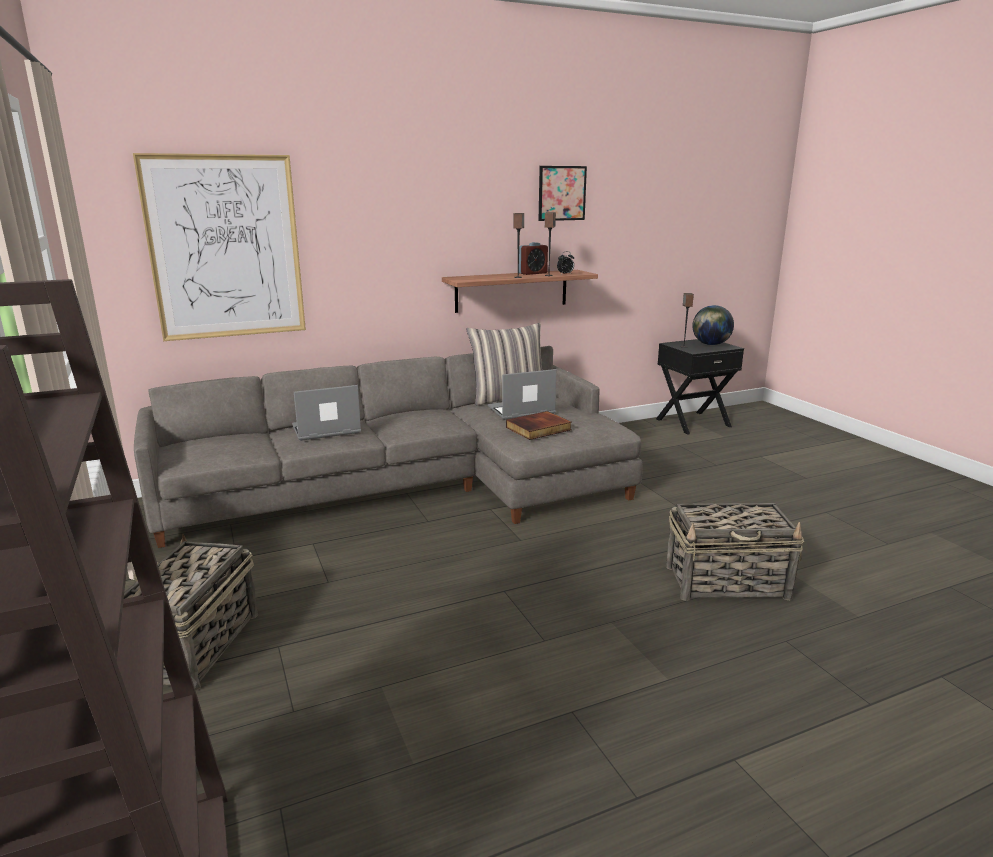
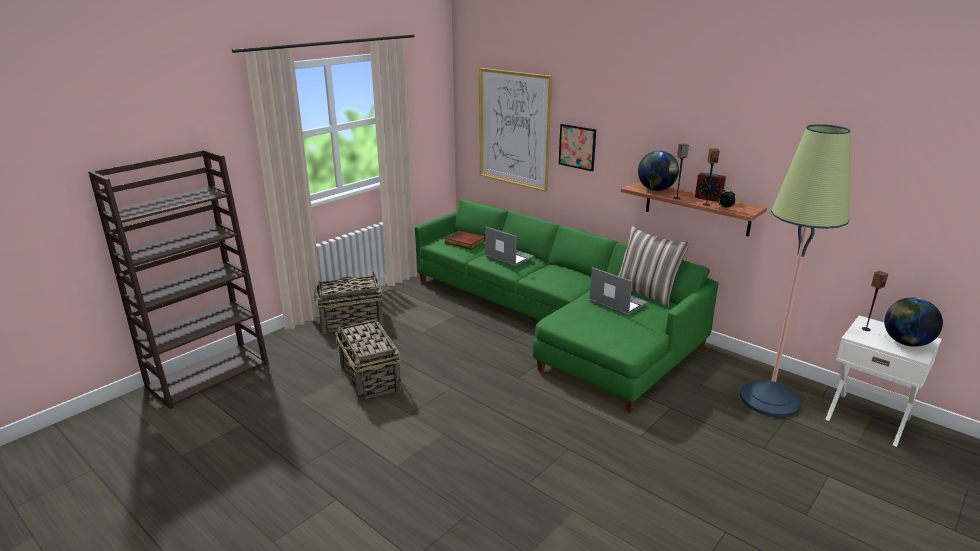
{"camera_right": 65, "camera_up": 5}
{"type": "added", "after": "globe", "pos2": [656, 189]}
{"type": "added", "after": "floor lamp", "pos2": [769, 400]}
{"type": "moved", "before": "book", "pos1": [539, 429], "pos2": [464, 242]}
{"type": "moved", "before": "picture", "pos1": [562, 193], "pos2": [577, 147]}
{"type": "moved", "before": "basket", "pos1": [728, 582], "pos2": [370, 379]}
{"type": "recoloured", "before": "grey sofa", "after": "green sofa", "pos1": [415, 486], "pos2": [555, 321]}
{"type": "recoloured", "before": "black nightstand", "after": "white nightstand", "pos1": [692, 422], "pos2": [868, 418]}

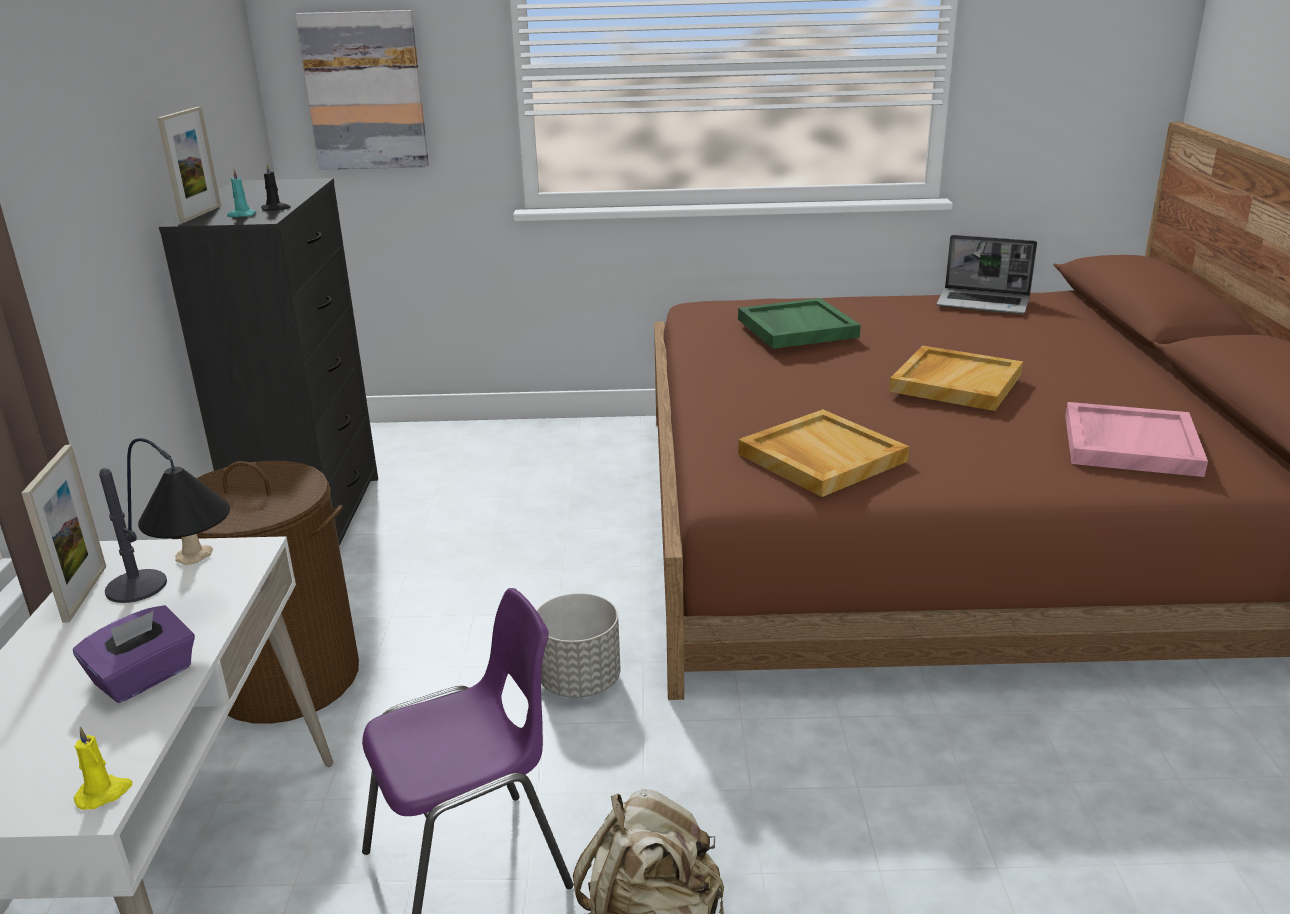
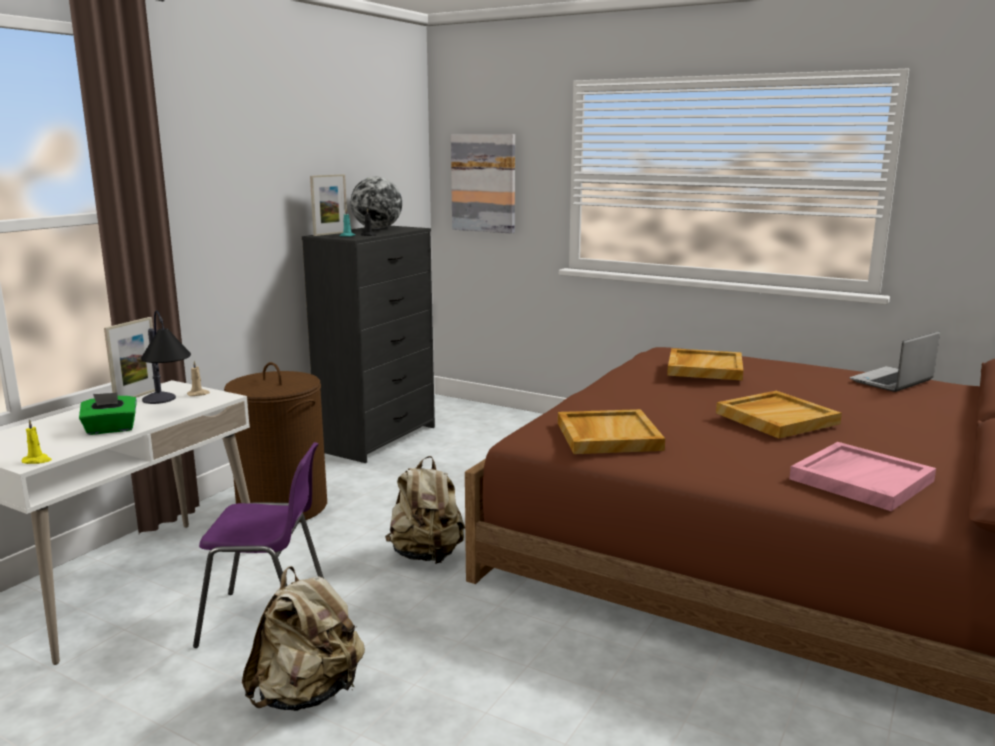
{"camera_right": 30, "camera_up": -10}
{"type": "added", "after": "globe", "pos2": [377, 229]}
{"type": "replaced", "before": "grey planter", "after": "beige backpack", "pos1": [580, 681], "pos2": [427, 555]}
{"type": "recoloured", "before": "purple tissue box", "after": "green tissue box", "pos1": [145, 678], "pos2": [111, 429]}
{"type": "recoloured", "before": "green tray", "after": "beige tray", "pos1": [796, 328], "pos2": [704, 368]}
{"type": "turned", "before": "laptop", "pos1": [984, 303], "pos2": [891, 381], "turn": 90}

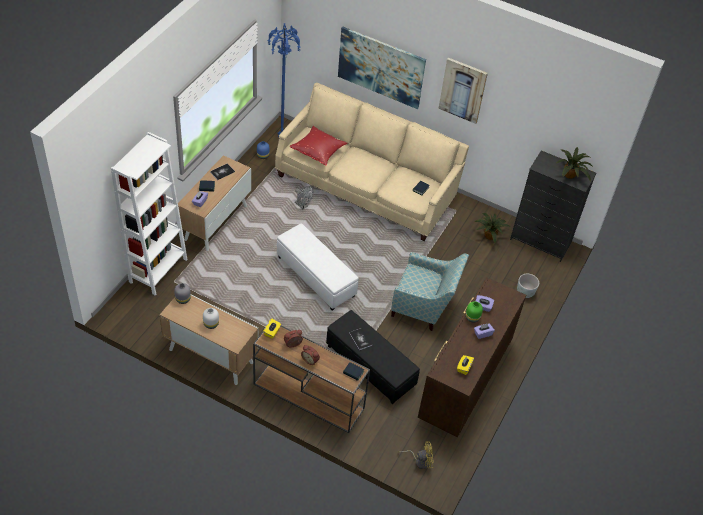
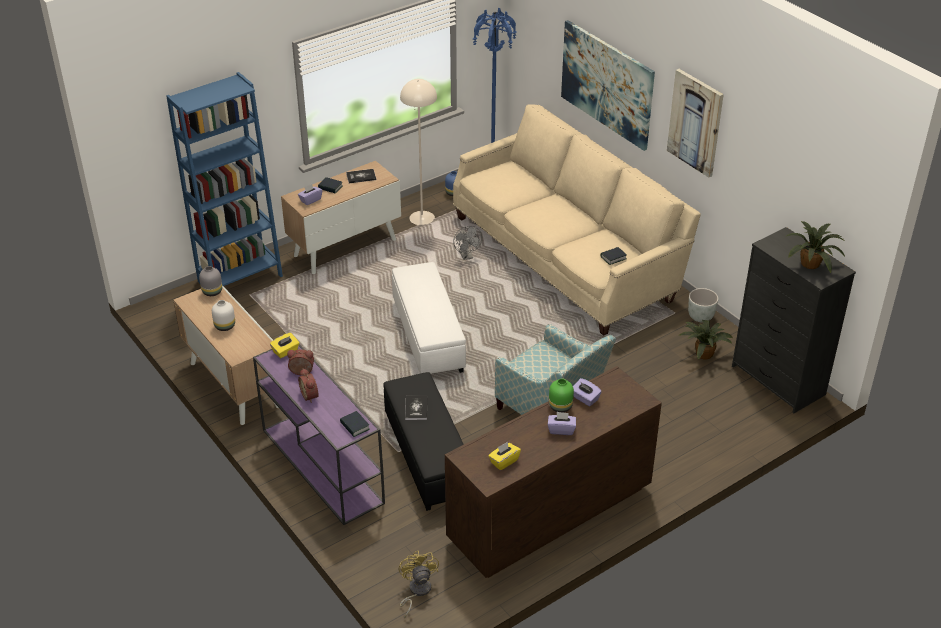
{"camera_right": 30, "camera_up": -10}
{"type": "removed", "before": "red pillow", "pos1": [318, 151]}
{"type": "added", "after": "beige floor lamp", "pos2": [422, 218]}
{"type": "moved", "before": "grey planter", "pos1": [525, 293], "pos2": [701, 317]}
{"type": "recoloured", "before": "white bookcase", "after": "blue bookcase", "pos1": [158, 270], "pos2": [240, 278]}
{"type": "recoloured", "before": "brown console table", "after": "purple console table", "pos1": [307, 396], "pos2": [321, 465]}
{"type": "turned", "before": "yellow fan", "pos1": [420, 461], "pos2": [416, 591], "turn": -120}

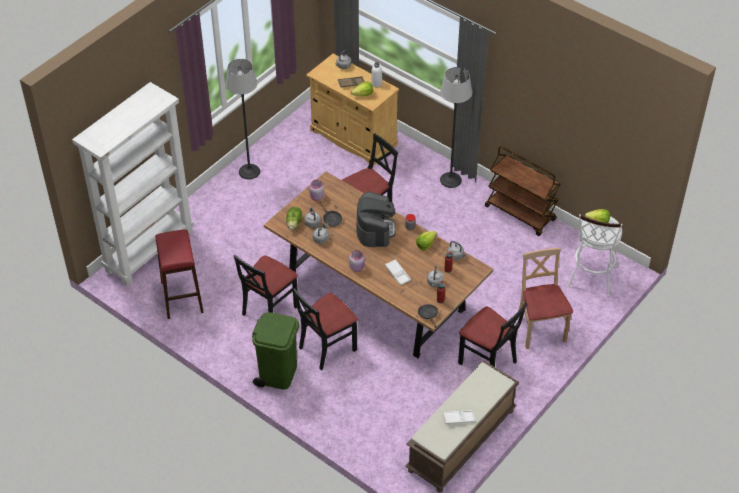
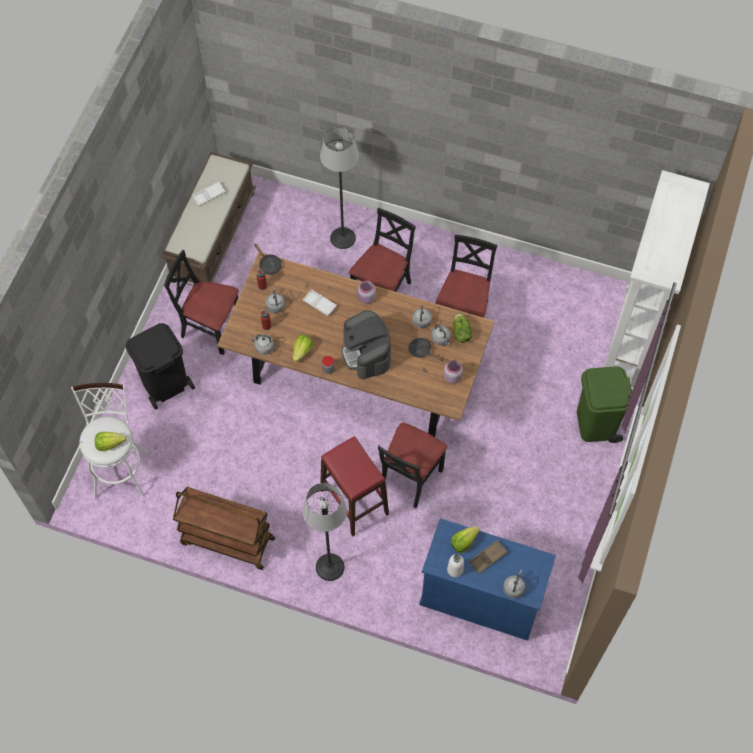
{"camera_right": 160, "camera_up": 15}
{"type": "moved", "before": "red stool", "pos1": [181, 297], "pos2": [354, 502]}
{"type": "moved", "before": "floor lamp", "pos1": [249, 171], "pos2": [343, 238]}
{"type": "moved", "before": "green trash can", "pos1": [278, 373], "pos2": [596, 424]}
{"type": "replaced", "before": "beige chair", "after": "black trash can", "pos1": [540, 329], "pos2": [165, 384]}
{"type": "recoloured", "before": "beige cabinet", "after": "blue cabinet", "pos1": [353, 137], "pos2": [481, 597]}

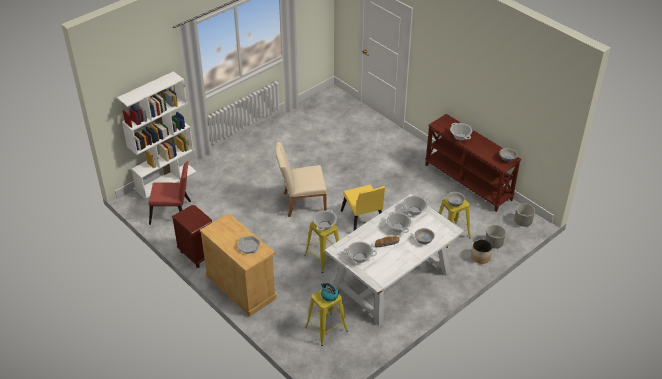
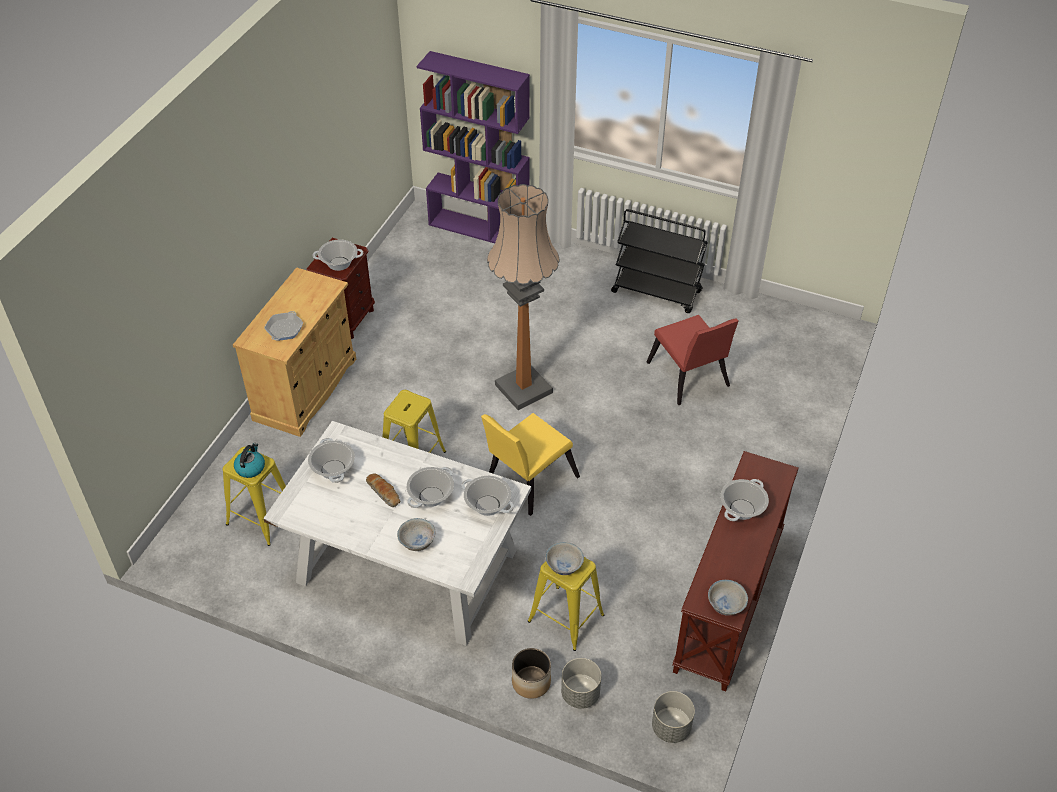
{"camera_right": 65, "camera_up": 5}
{"type": "added", "after": "black cart", "pos2": [657, 292]}
{"type": "moved", "before": "red chair", "pos1": [173, 213], "pos2": [689, 378]}
{"type": "moved", "before": "cooking pot", "pos1": [324, 225], "pos2": [339, 263]}
{"type": "replaced", "before": "beige chair", "after": "floor lamp", "pos1": [301, 203], "pos2": [523, 388]}
{"type": "recoloured", "before": "white bookcase", "after": "purple bookcase", "pos1": [166, 180], "pos2": [479, 229]}

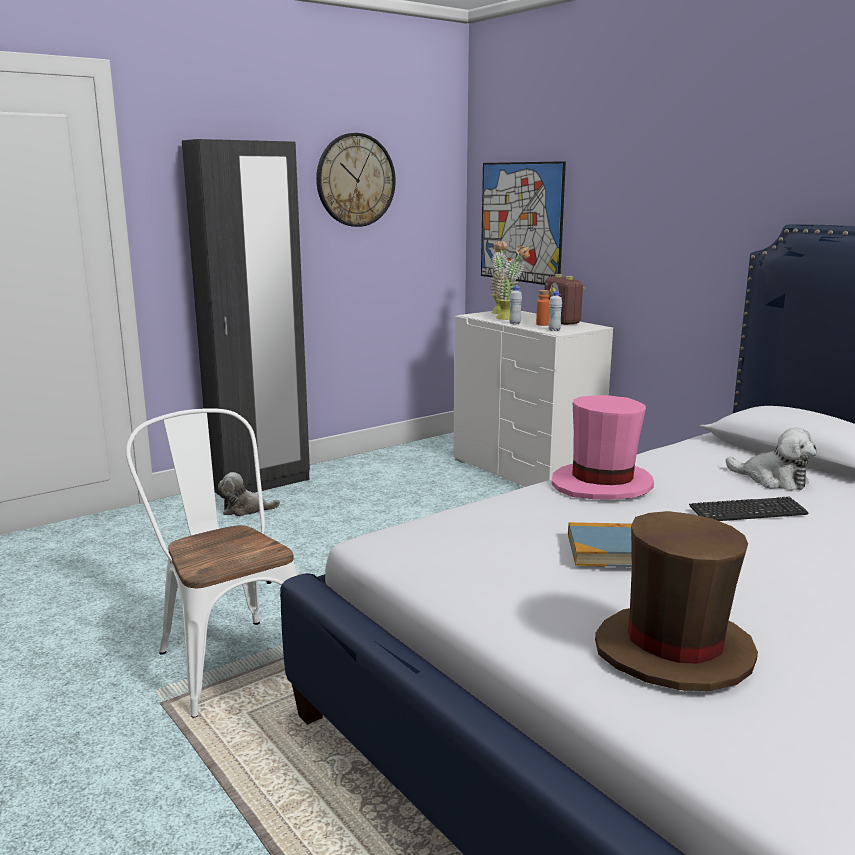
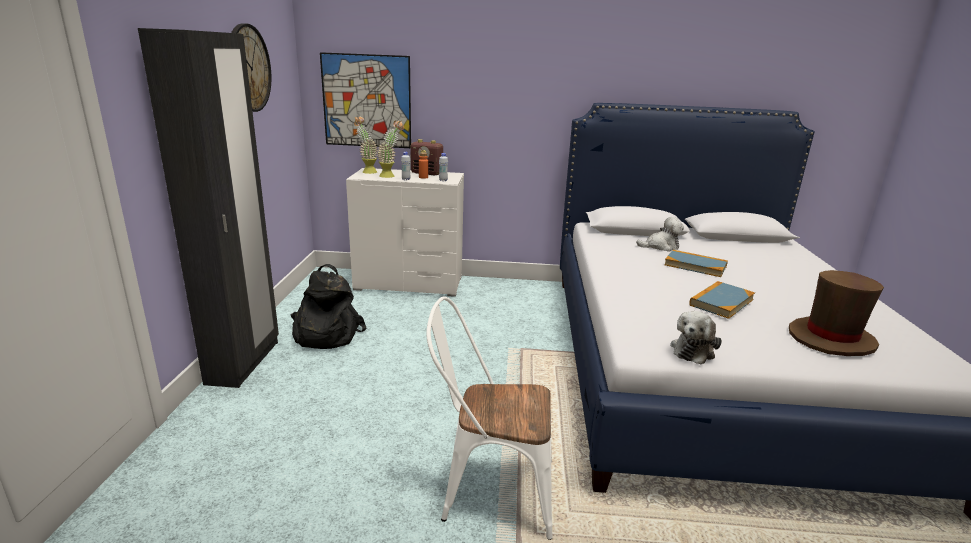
{"camera_right": -50, "camera_up": 5}
{"type": "removed", "before": "pink hat", "pos1": [602, 484]}
{"type": "added", "after": "black backpack", "pos2": [325, 334]}
{"type": "moved", "before": "plush toy", "pos1": [245, 509], "pos2": [693, 350]}
{"type": "replaced", "before": "keyboard", "after": "book", "pos1": [747, 512], "pos2": [695, 266]}

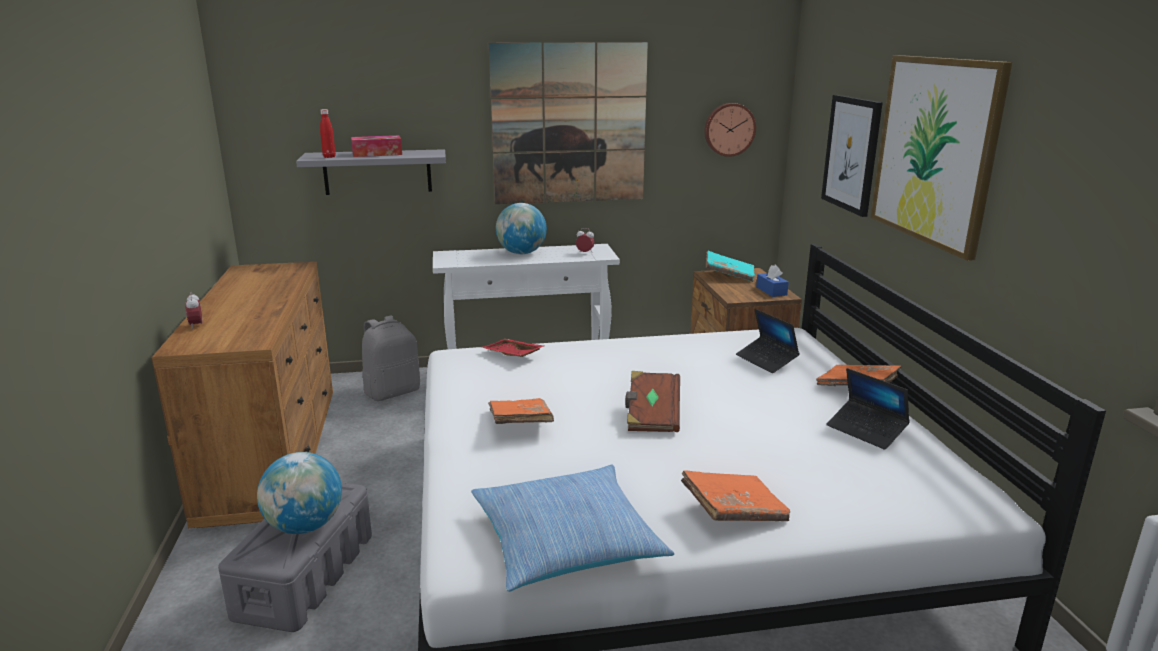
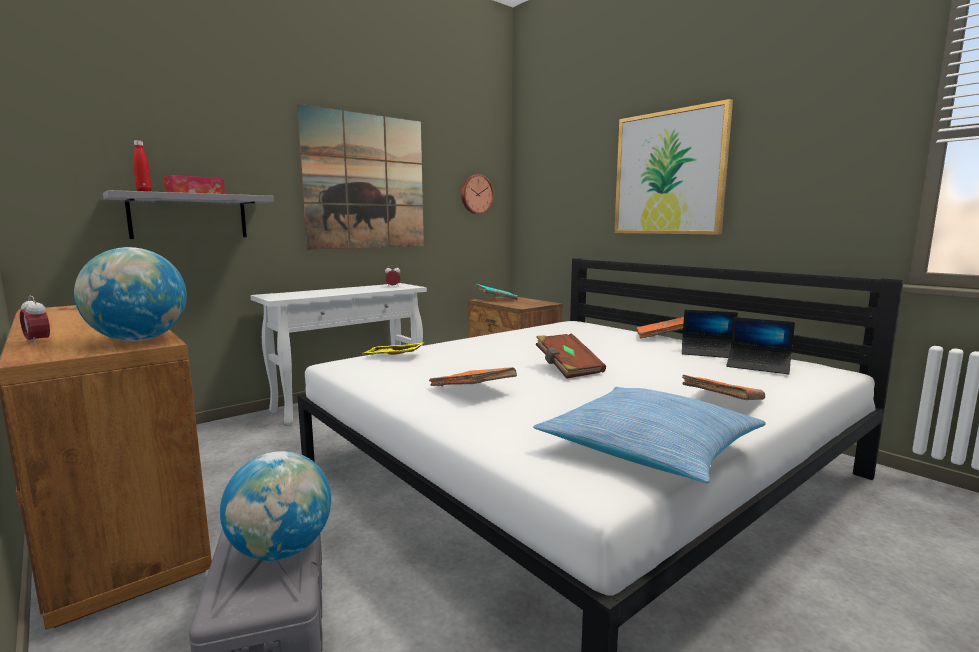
{"camera_right": -30, "camera_up": -10}
{"type": "removed", "before": "grey backpack", "pos1": [392, 392]}
{"type": "removed", "before": "blue tissue box", "pos1": [771, 291]}
{"type": "removed", "before": "picture", "pos1": [852, 154]}
{"type": "moved", "before": "globe", "pos1": [521, 253], "pos2": [139, 340]}
{"type": "moved", "before": "laptop", "pos1": [766, 360], "pos2": [758, 366]}
{"type": "recoloured", "before": "red tray", "after": "yellow tray", "pos1": [511, 355], "pos2": [393, 356]}

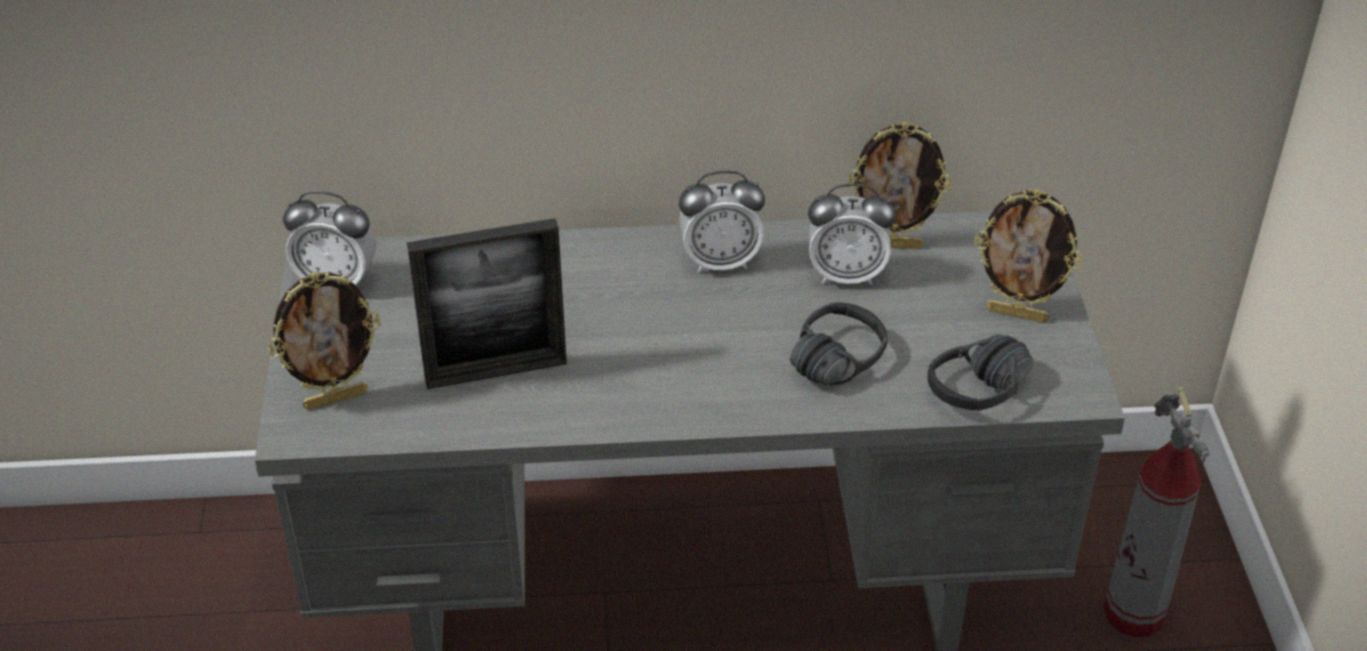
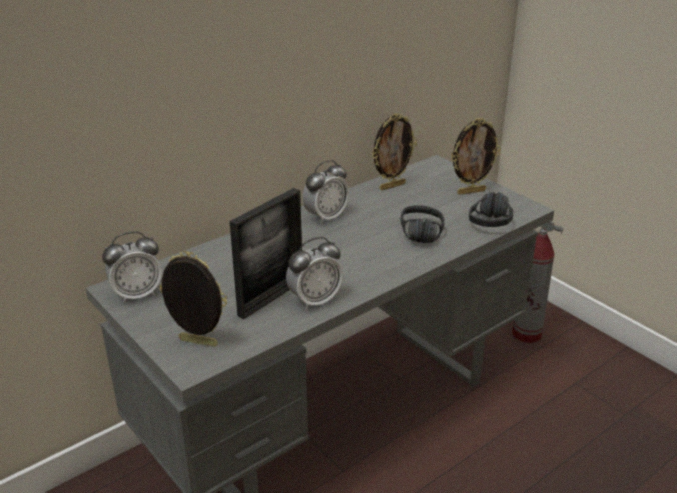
{"camera_right": -35, "camera_up": -10}
{"type": "moved", "before": "alarm clock", "pos1": [846, 275], "pos2": [314, 300]}
{"type": "turned", "before": "picture frame", "pos1": [336, 398], "pos2": [197, 343], "turn": -105}

